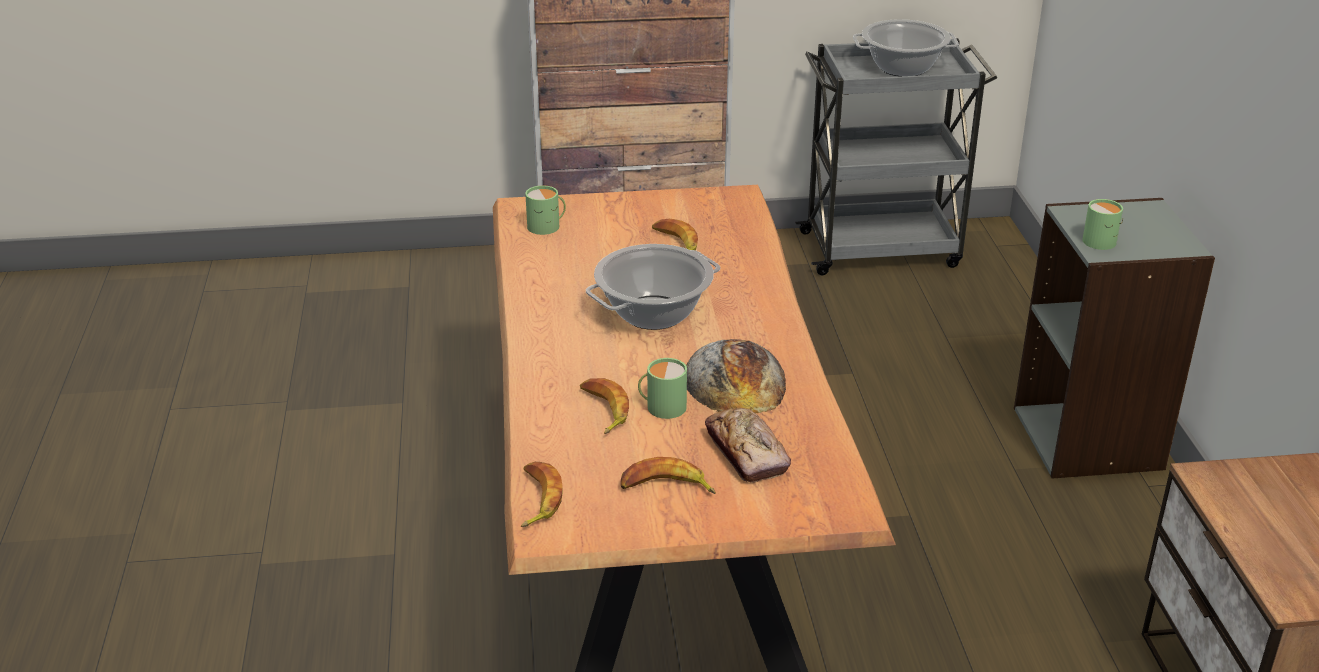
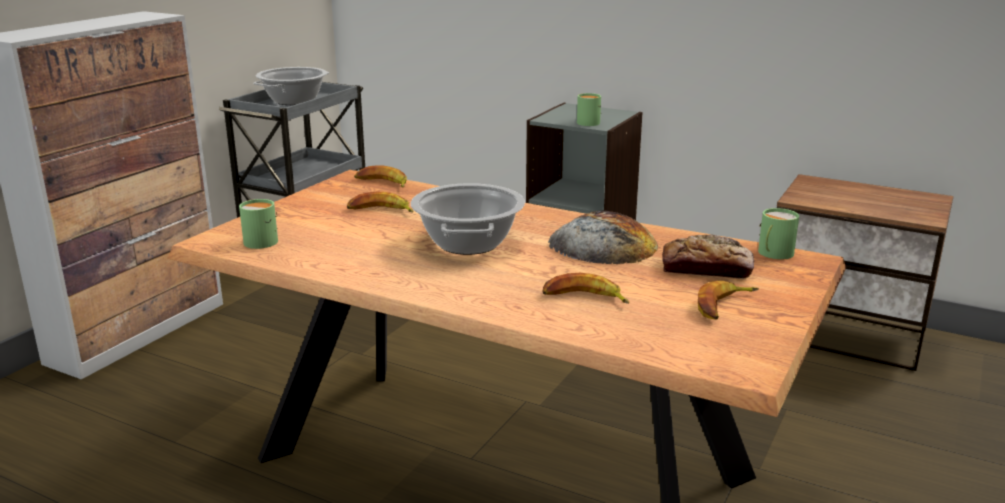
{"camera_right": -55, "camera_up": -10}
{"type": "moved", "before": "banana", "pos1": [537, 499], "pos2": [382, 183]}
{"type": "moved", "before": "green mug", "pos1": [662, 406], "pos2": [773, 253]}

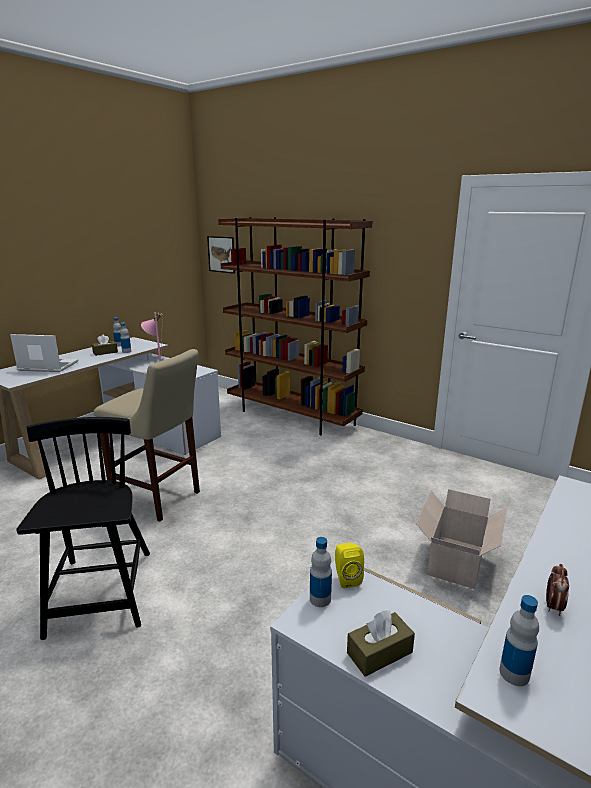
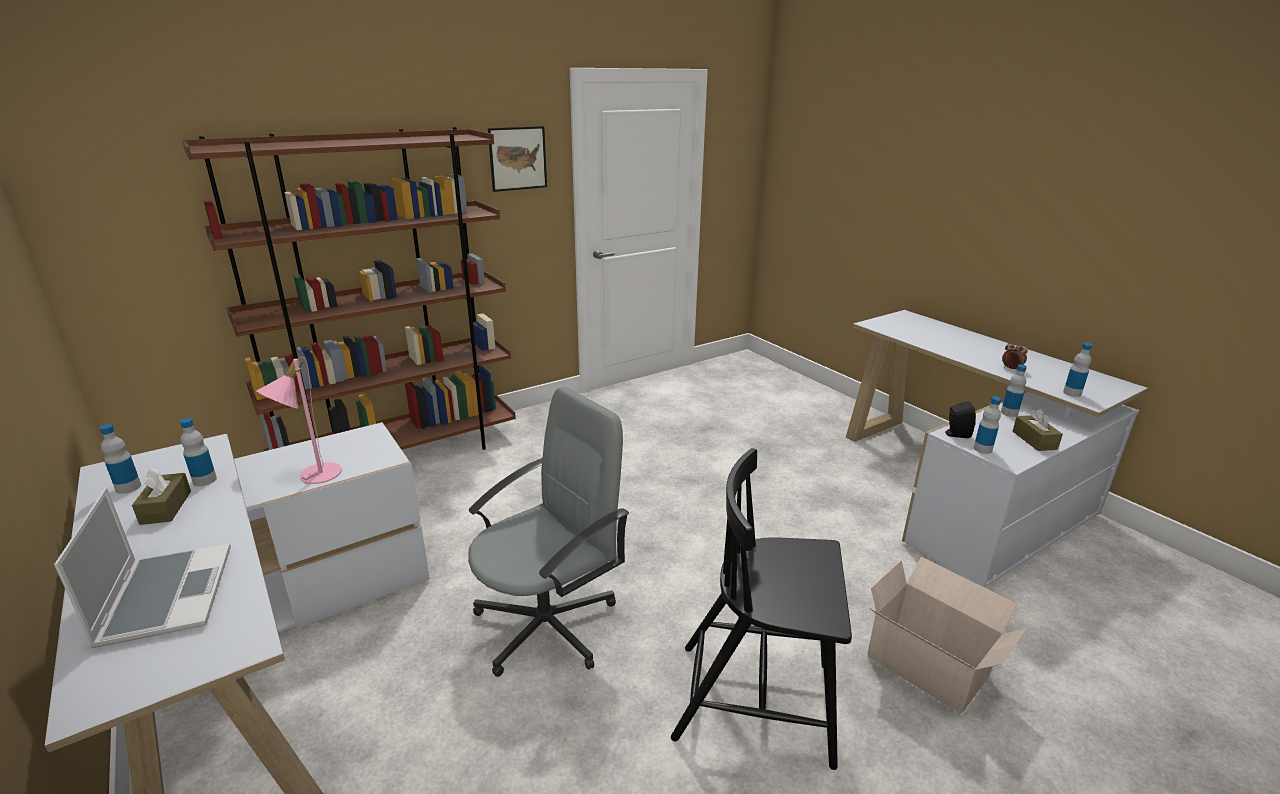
{"camera_right": -70, "camera_up": 5}
{"type": "added", "after": "bottle", "pos2": [1009, 413]}
{"type": "moved", "before": "picture", "pos1": [221, 254], "pos2": [517, 158]}
{"type": "moved", "before": "cardboard box", "pos1": [455, 562], "pos2": [930, 668]}
{"type": "replaced", "before": "beige stool", "after": "grey office chair", "pos1": [159, 499], "pos2": [548, 624]}
{"type": "recoloured", "before": "yellow speaker", "after": "black speaker", "pos1": [346, 578], "pos2": [956, 434]}
{"type": "turned", "before": "laptop", "pos1": [47, 366], "pos2": [165, 595], "turn": 135}

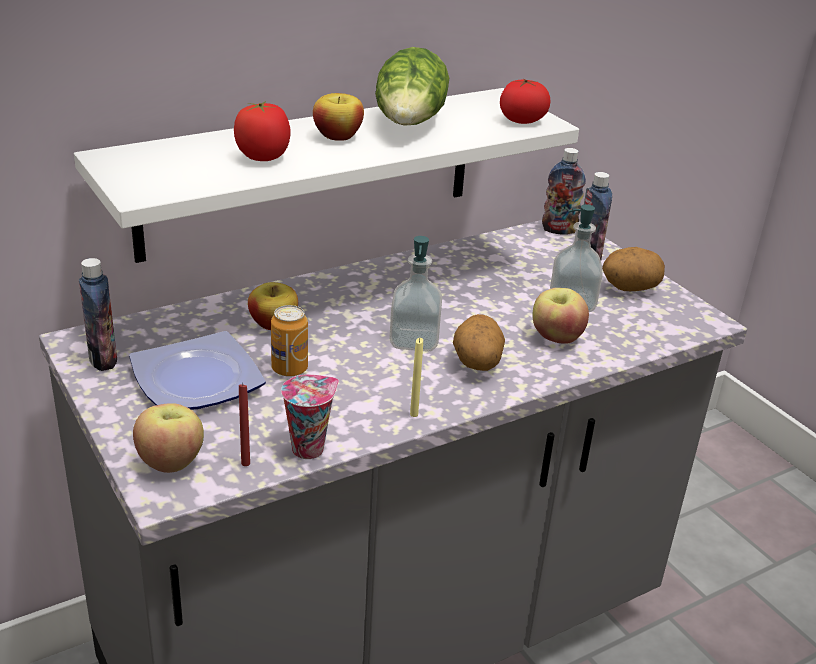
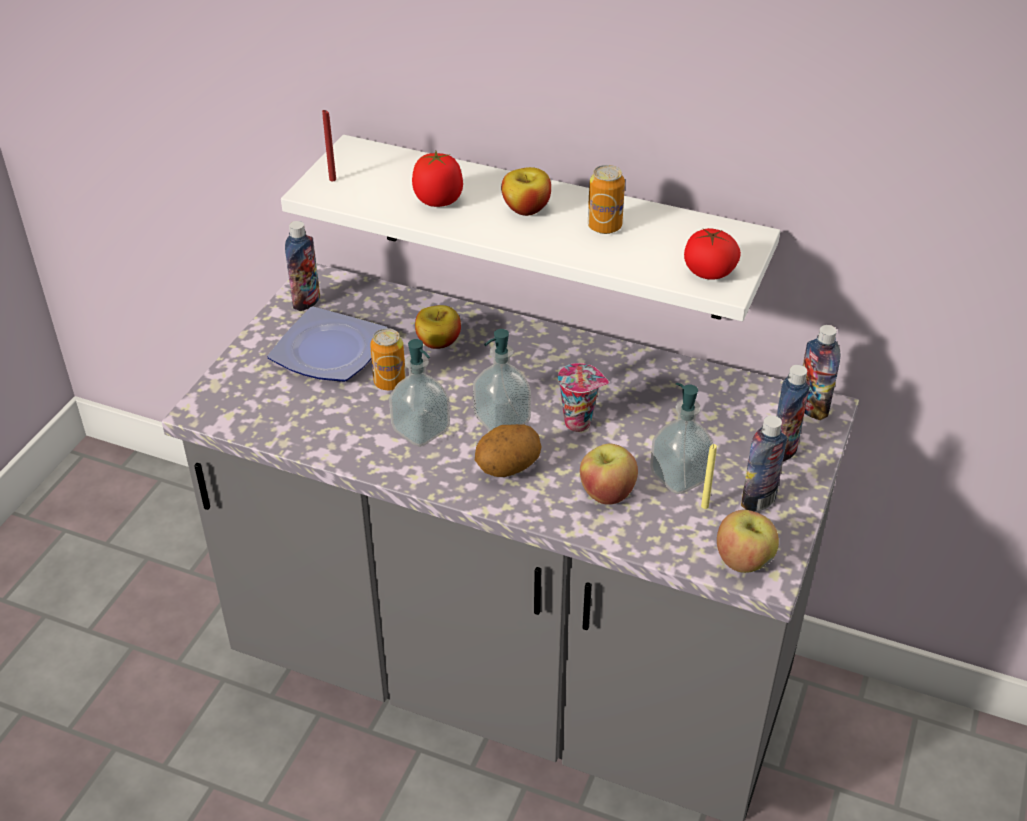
{"camera_right": 55, "camera_up": 10}
{"type": "added", "after": "soap dispenser", "pos2": [421, 430]}
{"type": "moved", "before": "apple", "pos1": [171, 461], "pos2": [743, 560]}
{"type": "moved", "before": "red candle", "pos1": [245, 463], "pos2": [332, 179]}
{"type": "moved", "before": "cup", "pos1": [309, 447], "pos2": [579, 423]}
{"type": "moved", "before": "yellow candle", "pos1": [414, 414], "pos2": [704, 506]}
{"type": "replaced", "before": "lettuce", "after": "can", "pos1": [410, 124], "pos2": [604, 226]}
{"type": "replaced", "before": "potato", "after": "bottle", "pos1": [629, 288], "pos2": [758, 500]}

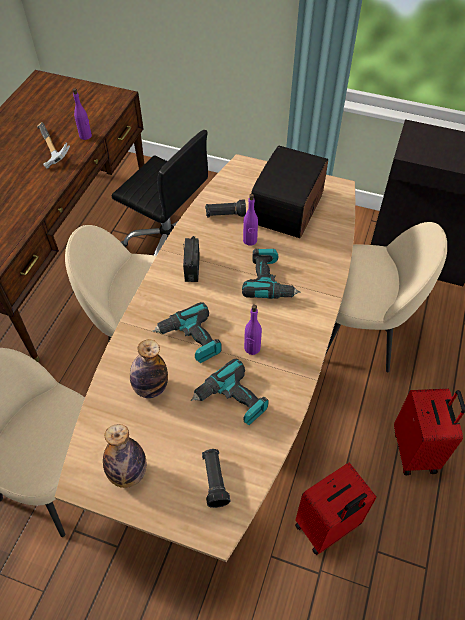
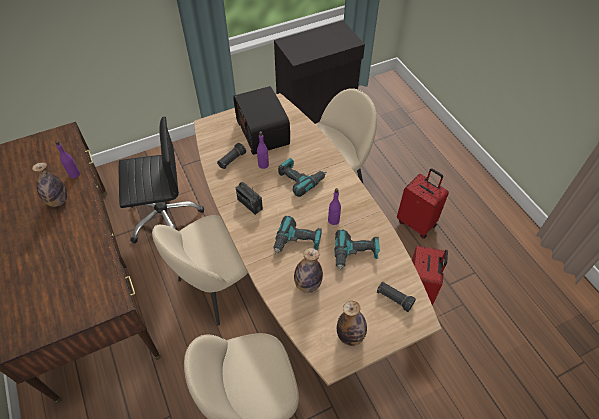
{"camera_right": -45, "camera_up": 0}
{"type": "replaced", "before": "hammer", "after": "bottle", "pos1": [49, 150], "pos2": [58, 201]}

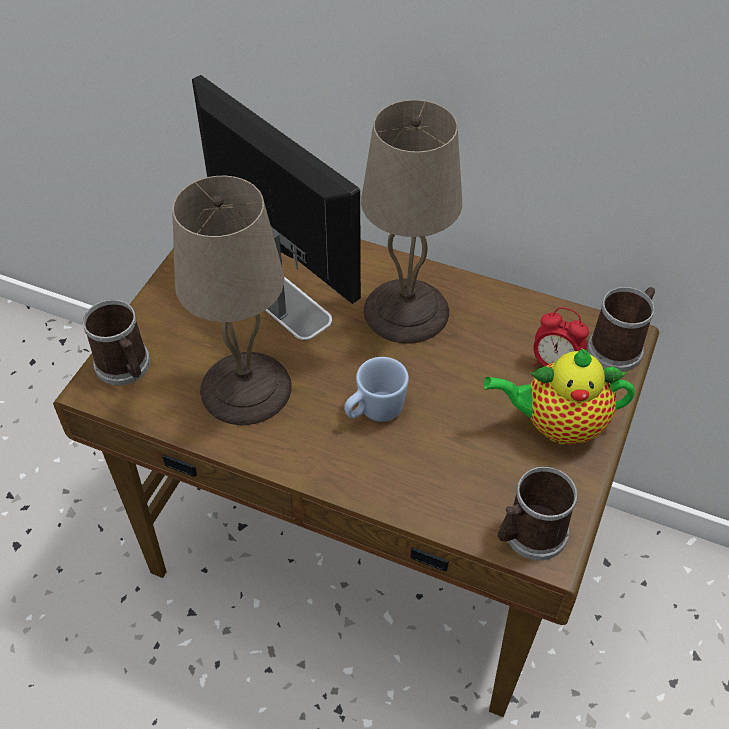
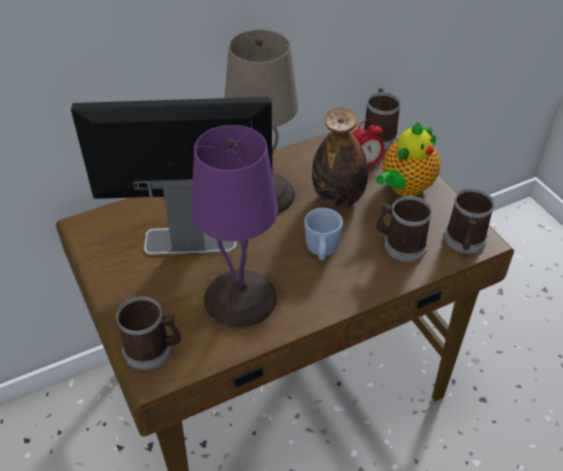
{"camera_right": -50, "camera_up": -5}
{"type": "added", "after": "bottle", "pos2": [338, 198]}
{"type": "added", "after": "mug", "pos2": [400, 244]}
{"type": "recoloured", "before": "beige table lamp", "after": "purple table lamp", "pos1": [244, 387], "pos2": [238, 298]}

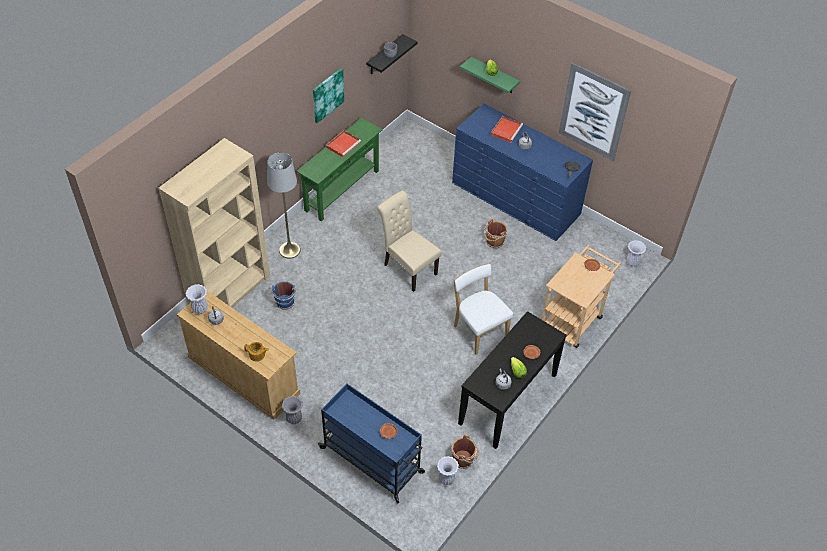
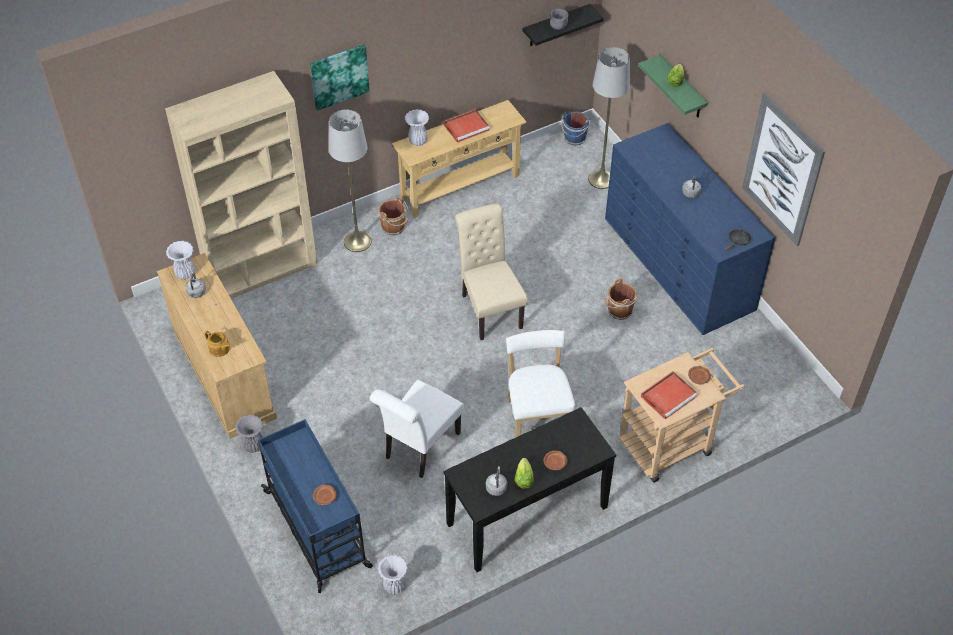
{"camera_right": 25, "camera_up": 0}
{"type": "added", "after": "white chair", "pos2": [419, 448]}
{"type": "added", "after": "grey floor lamp", "pos2": [601, 179]}
{"type": "moved", "before": "blue bucket", "pos1": [285, 303], "pos2": [574, 139]}
{"type": "moved", "before": "picture", "pos1": [327, 95], "pos2": [339, 76]}
{"type": "moved", "before": "brown bucket", "pos1": [463, 459], "pos2": [394, 227]}
{"type": "moved", "before": "red tray", "pos1": [506, 130], "pos2": [669, 396]}
{"type": "moved", "before": "white vase", "pos1": [632, 263], "pos2": [418, 141]}
{"type": "recoloured", "before": "green console table", "after": "beige console table", "pos1": [341, 190], "pos2": [460, 187]}

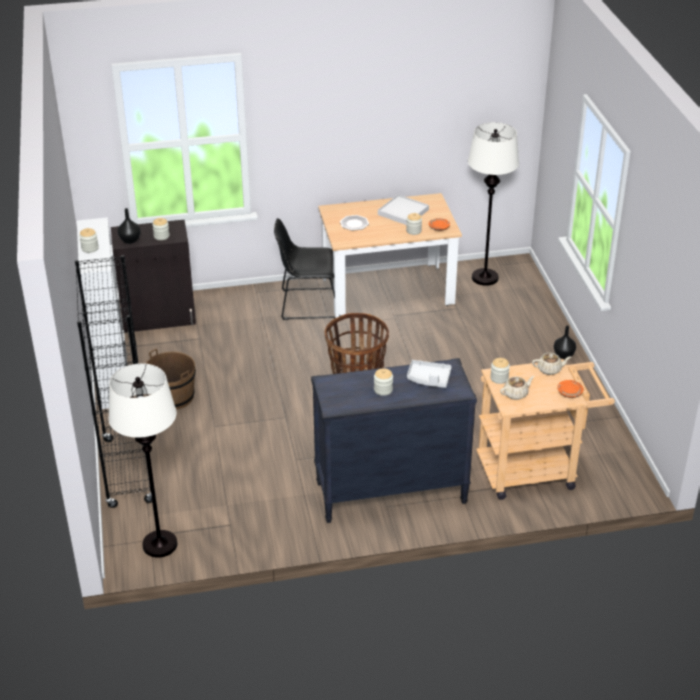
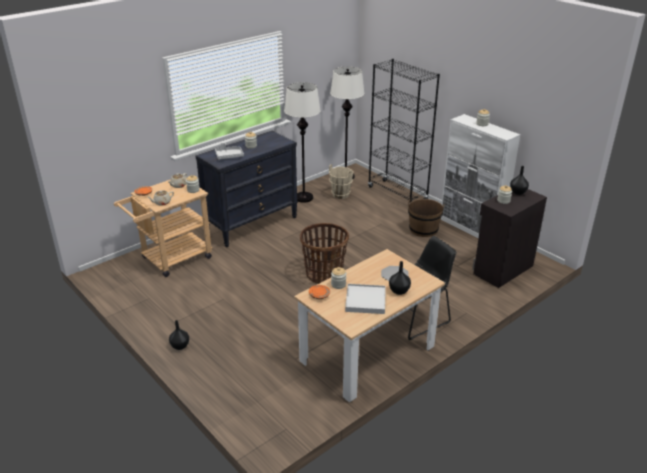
{"camera_right": 150, "camera_up": -5}
{"type": "added", "after": "beige bucket", "pos2": [340, 194]}
{"type": "added", "after": "black vase", "pos2": [399, 291]}
{"type": "moved", "before": "white floor lamp", "pos1": [484, 278], "pos2": [304, 197]}

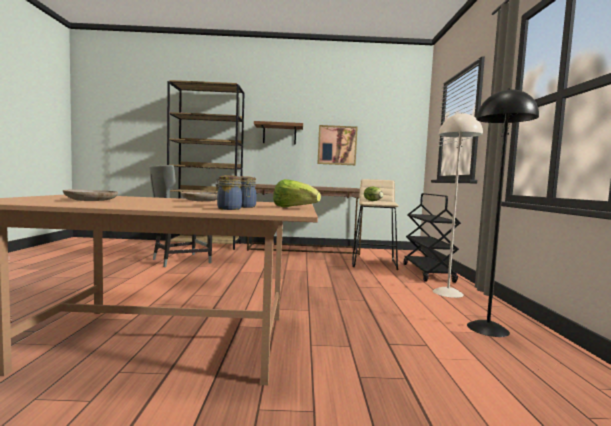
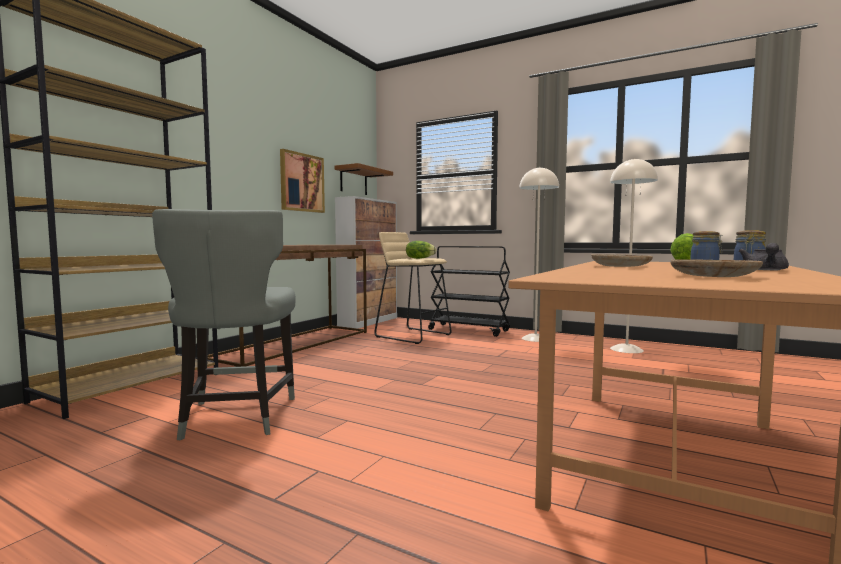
{"camera_right": -60, "camera_up": 0}
{"type": "added", "after": "cabinet", "pos2": [369, 322]}
{"type": "added", "after": "grey teapot", "pos2": [765, 270]}
{"type": "moved", "before": "brown shelf", "pos1": [279, 134], "pos2": [353, 181]}
{"type": "recoloured", "before": "black floor lamp", "after": "beige floor lamp", "pos1": [488, 329], "pos2": [627, 349]}

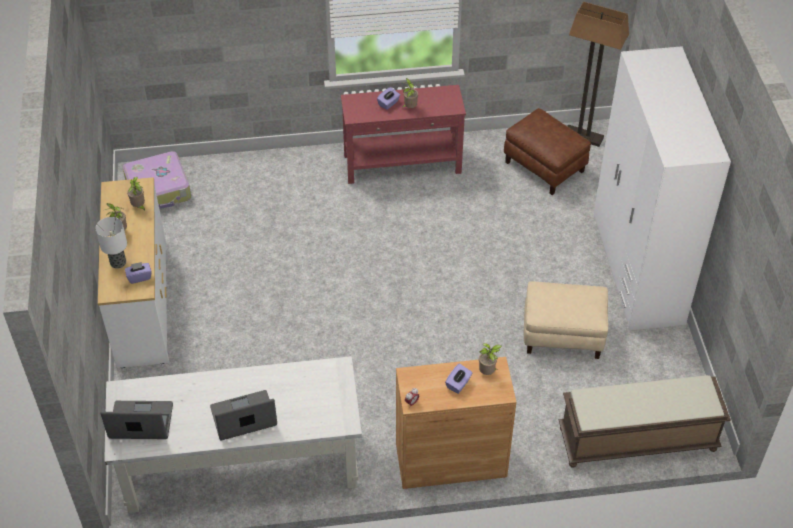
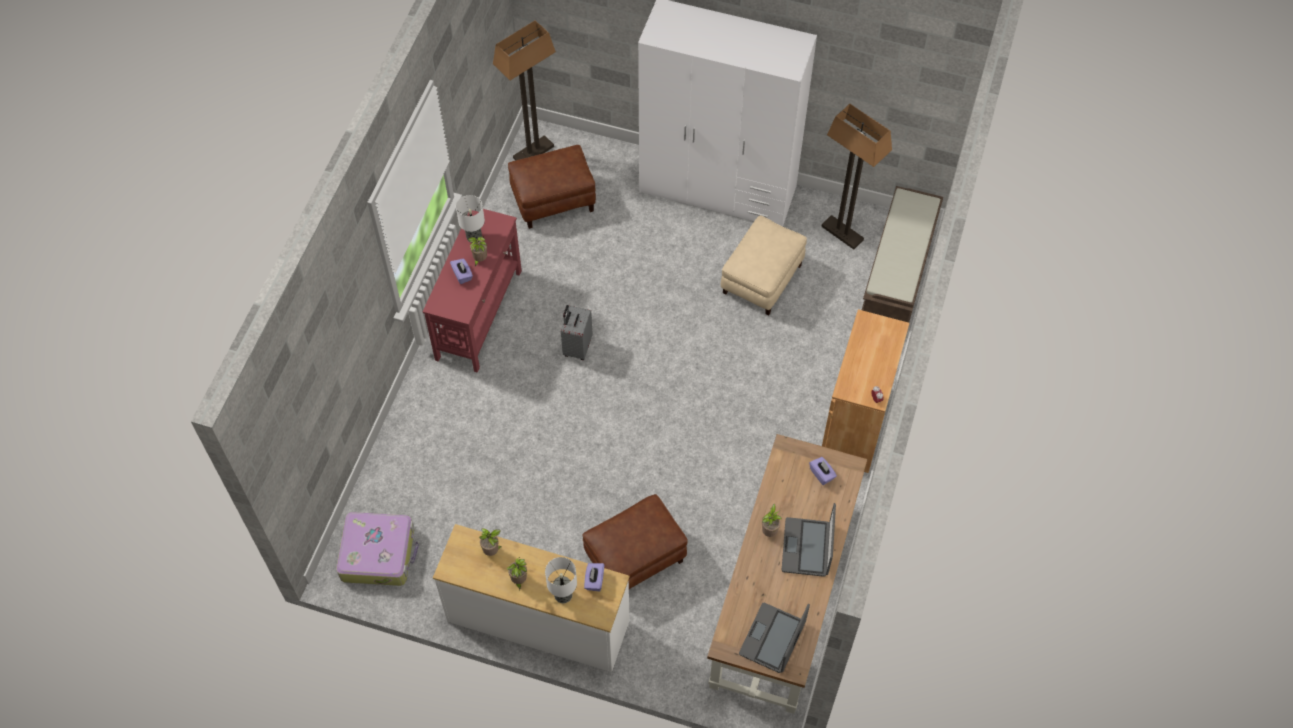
{"camera_right": -65, "camera_up": 10}
{"type": "added", "after": "table lamp", "pos2": [474, 236]}
{"type": "added", "after": "grey suitcase", "pos2": [577, 347]}
{"type": "added", "after": "brown ottoman", "pos2": [635, 558]}
{"type": "added", "after": "floor lamp", "pos2": [841, 233]}
{"type": "moved", "before": "purple tissue box", "pos1": [458, 384], "pos2": [822, 474]}
{"type": "moved", "before": "potted plant", "pos1": [488, 372], "pos2": [769, 531]}
{"type": "recoloured", "before": "white desk", "after": "brown desk", "pos1": [240, 464], "pos2": [782, 596]}

